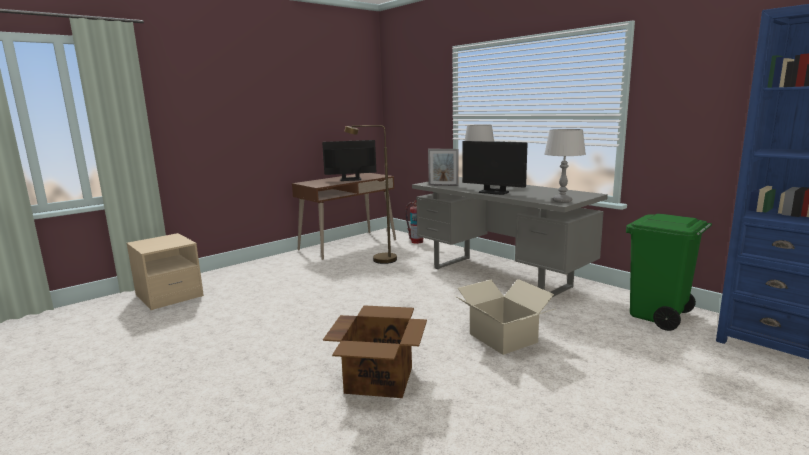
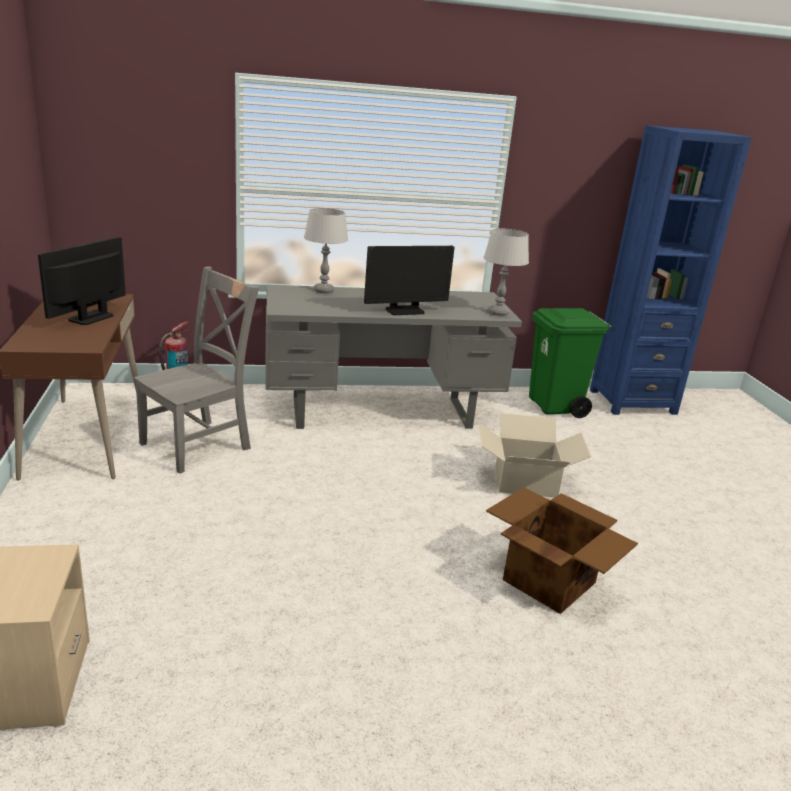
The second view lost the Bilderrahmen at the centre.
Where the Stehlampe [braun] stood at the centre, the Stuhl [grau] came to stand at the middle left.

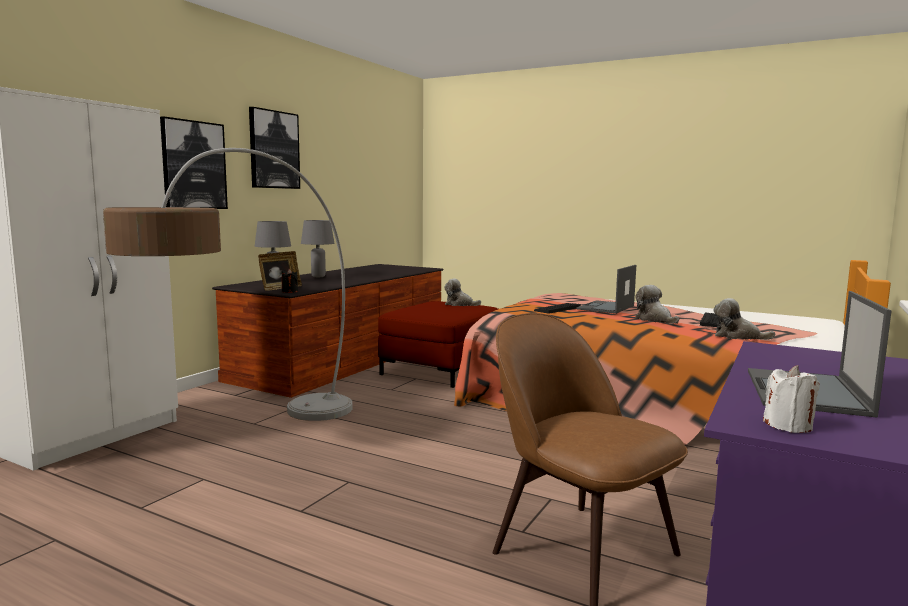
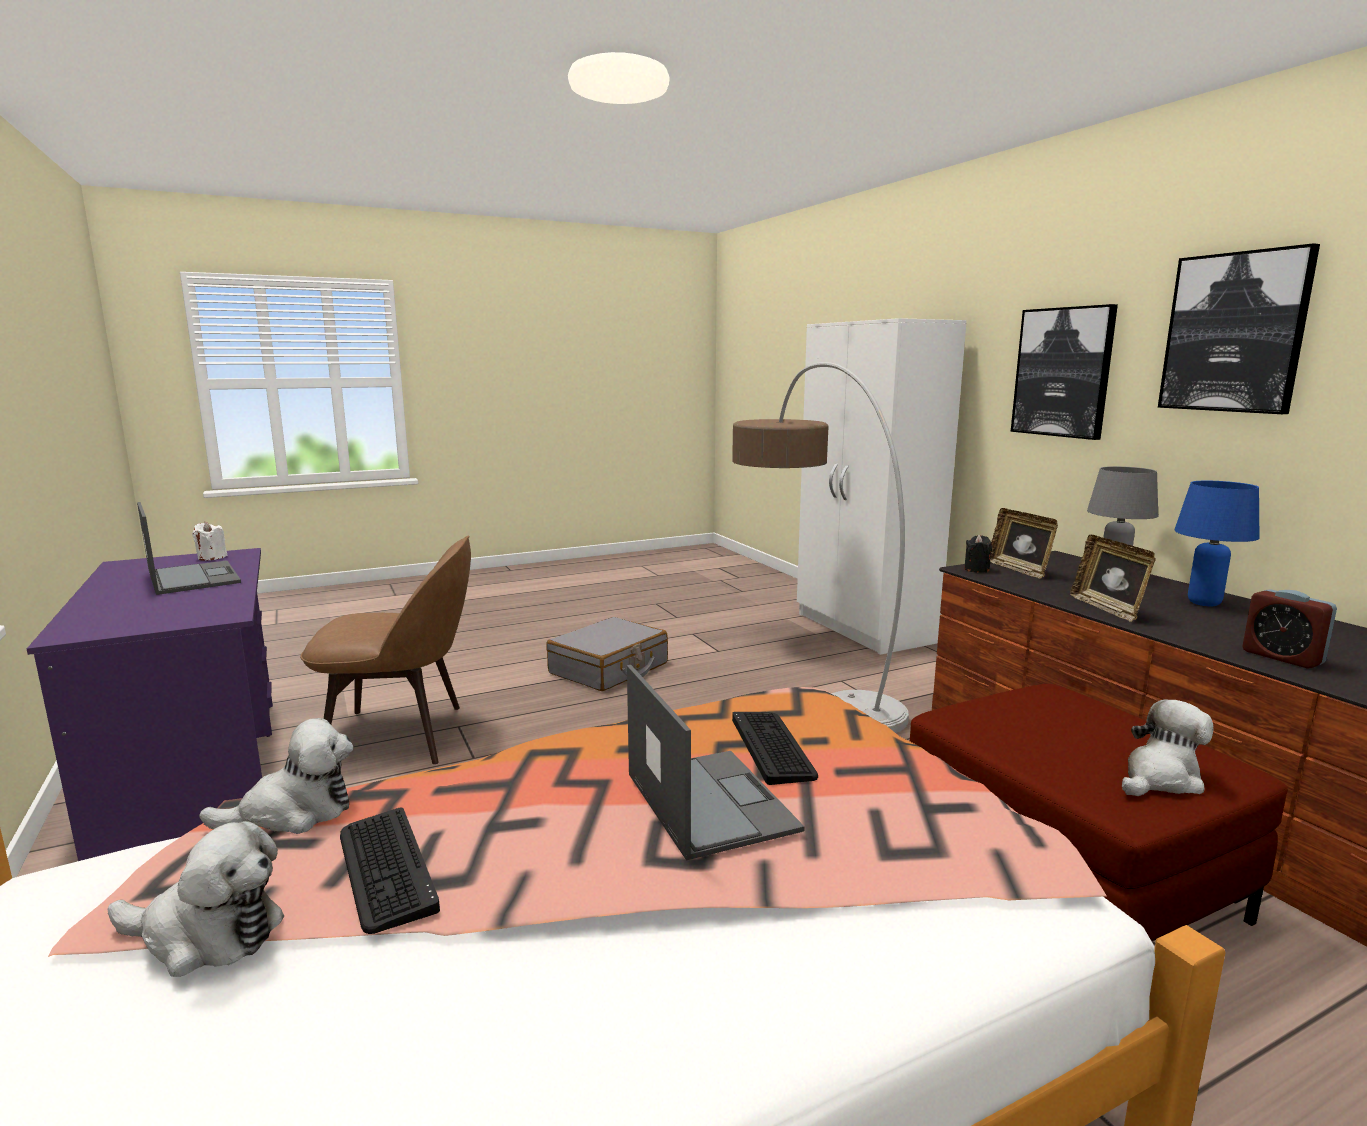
The second view gained the Koffer [grau] at the centre.
The second view gained the Bilderrahmen (2nd from left) at the middle right.
The second view gained the Wecker at the middle right.
The Plüschtier (2nd from left in the first image) ended up elsewhere, having gone from the middle right to the bottom left.
What was the Tischlampe [grau] (2nd from left) at the centre turned into the Tischlampe [blau] at the middle right.

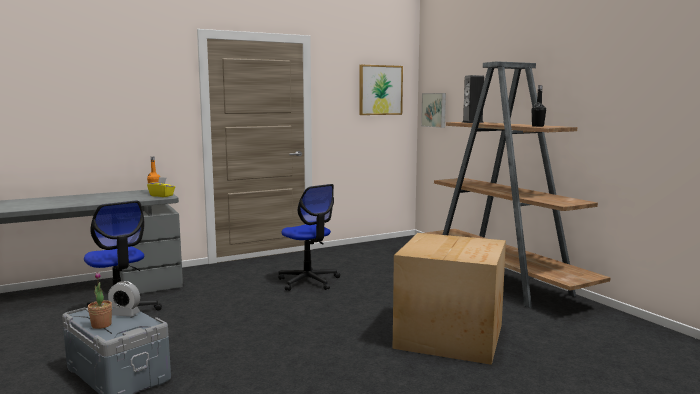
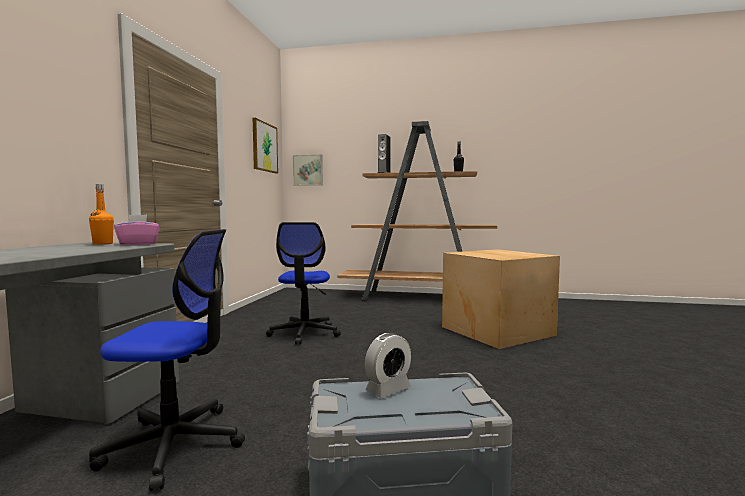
The second view lost the Topfpflanze at the bottom left.
What was the Taschentuchbox [gelb] at the middle left turned into the Taschentuchbox [rosa] at the middle left.
The Bürostuhl (2nd from left) at the centre ended up facing another way, 90 degrees clockwise from before.

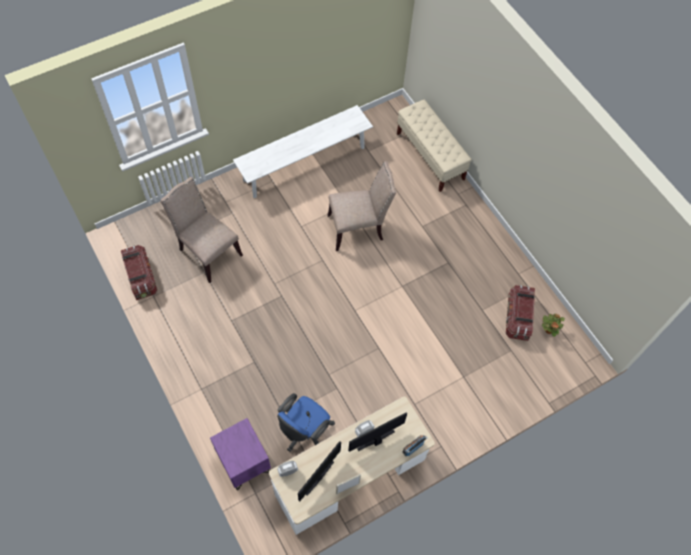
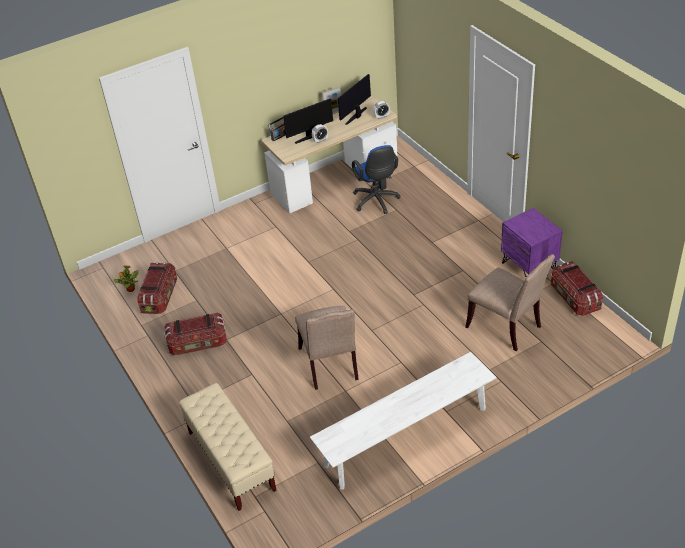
The second view gained the Aufbewahrungsbox (2nd from left) at the middle left.
The Nachttisch [lila] ended up elsewhere, having gone from the bottom centre to the middle right.
The Bürostuhl [blau] at the bottom centre ended up facing another way, 120 degrees clockwise from before.
The Stuhl [beige] (2nd from left in the first image) at the centre ended up facing another way, 90 degrees counterclockwise from before.

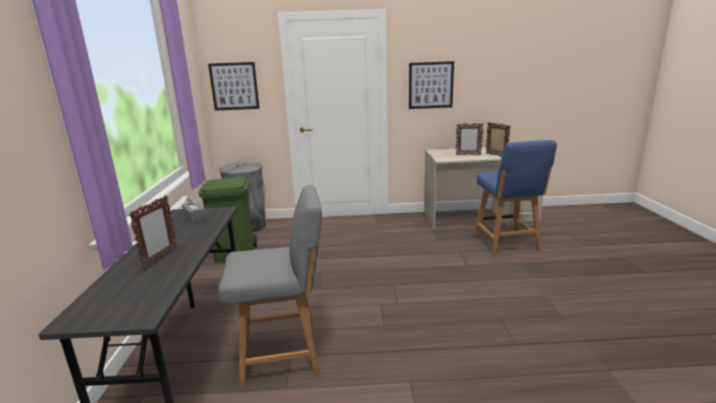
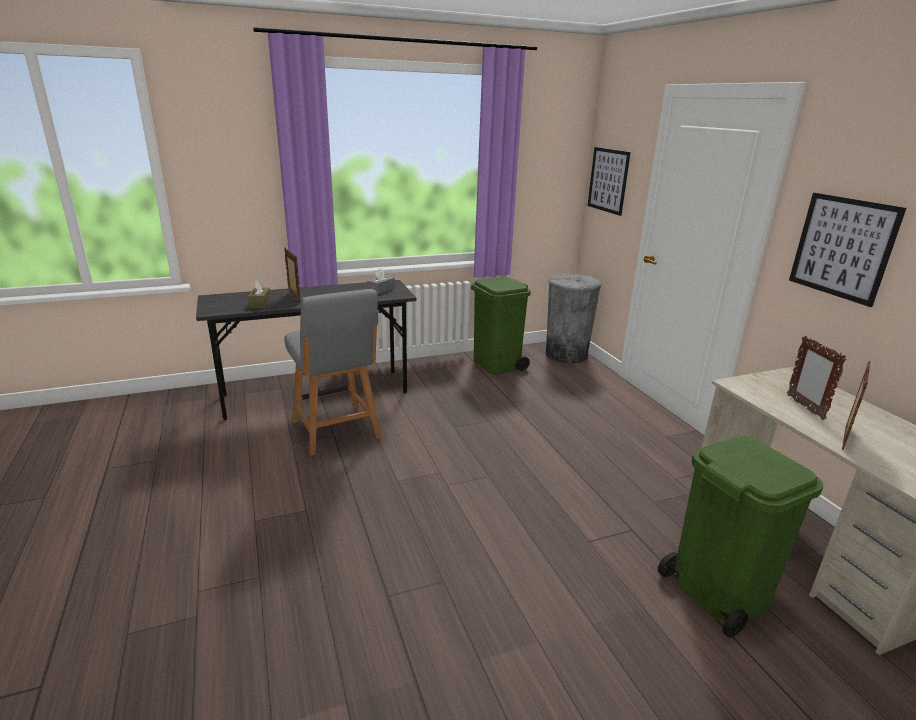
The second view gained the Taschentuchbox [braun] at the middle left.
Where the Stuhl [blau] stood at the middle right, the Mülleimer [grün] (2nd from left) came to stand at the bottom right.
The Bilderrahmen (1st from left) at the middle left ended up facing another way, 120 degrees counterclockwise from before.

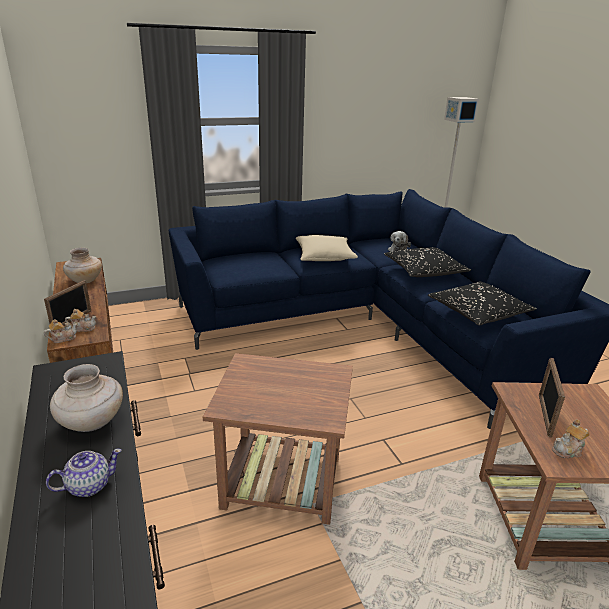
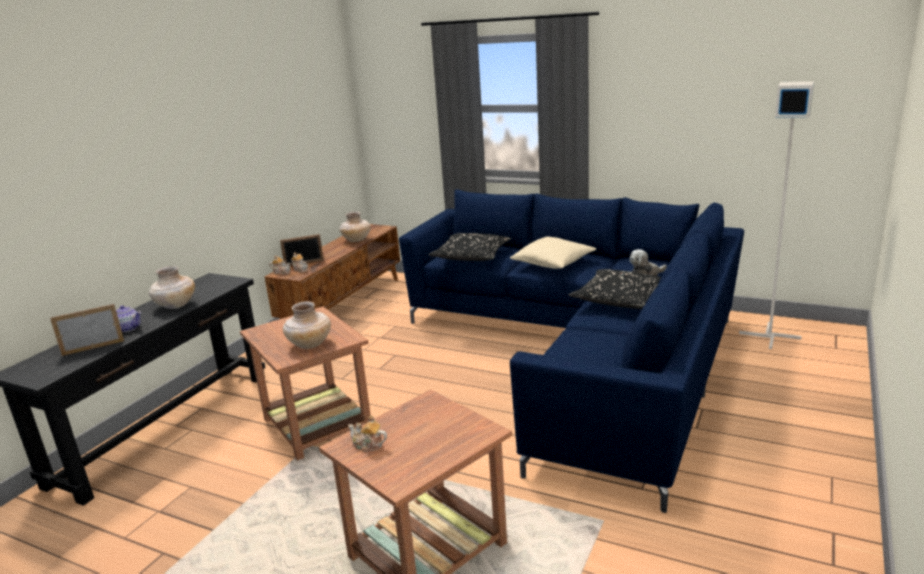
The second view gained the Vase [beige] (2nd from left) at the middle left.
The Kissen [schwarz] (2nd from left in the first image) ended up elsewhere, having gone from the middle right to the centre.
The Bilderrahmen (2nd from left in the first image) ended up elsewhere, having gone from the middle right to the middle left.

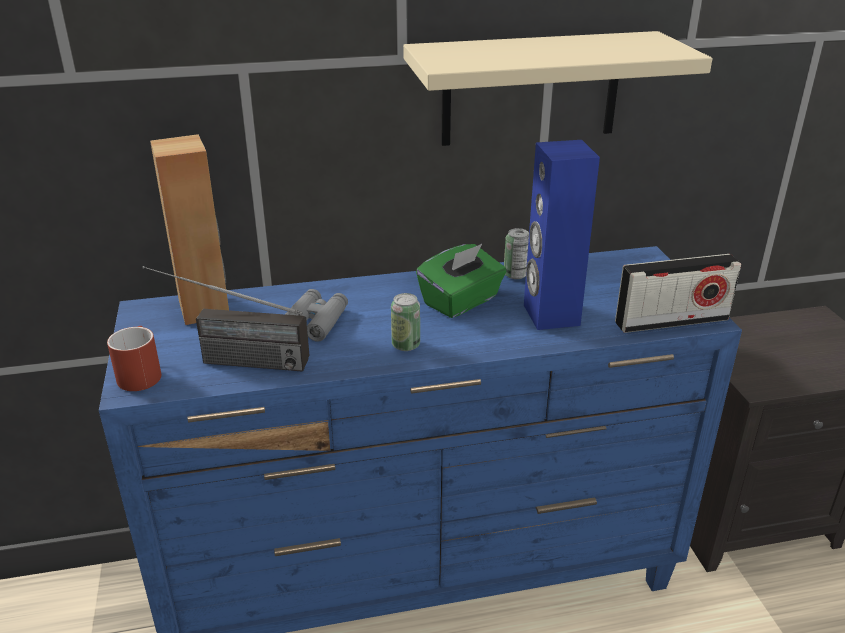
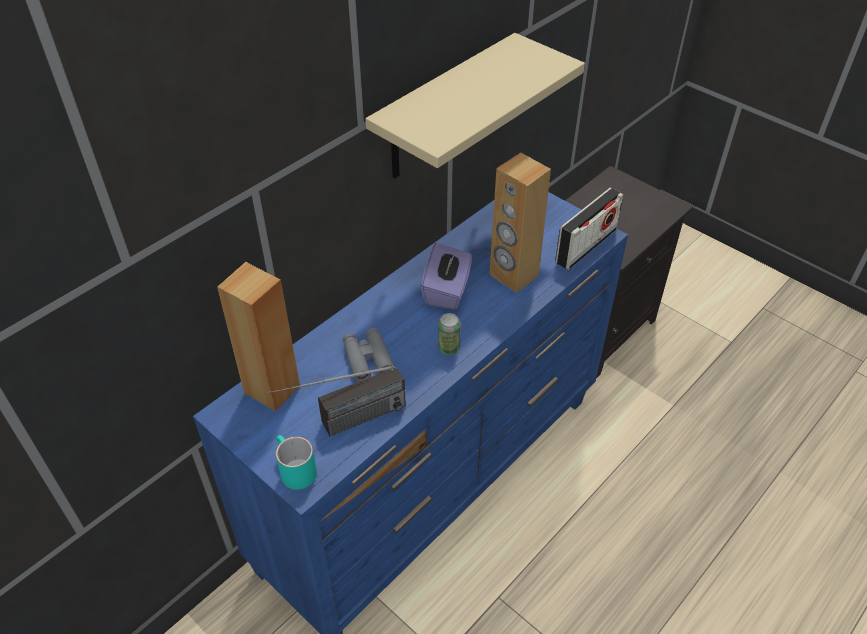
The second view lost the Dose (2nd from left) at the centre.
What was the Henkelbecher [rot] at the middle left turned into the Henkelbecher [türkis] at the bottom centre.
What was the Taschentuchbox [grün] at the centre turned into the Taschentuchbox [lila] at the centre.
What was the Lautsprecher [blau] at the centre turned into the Lautsprecher [braun] (2nd from left) at the centre.

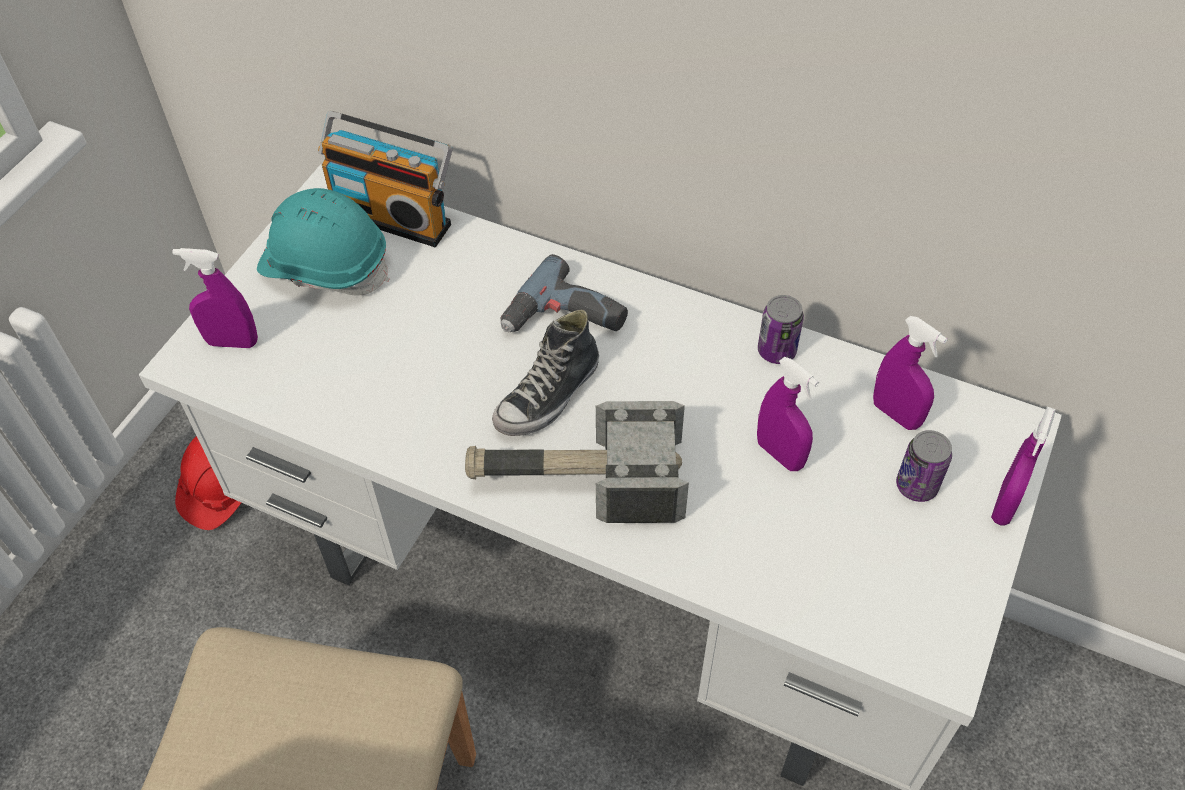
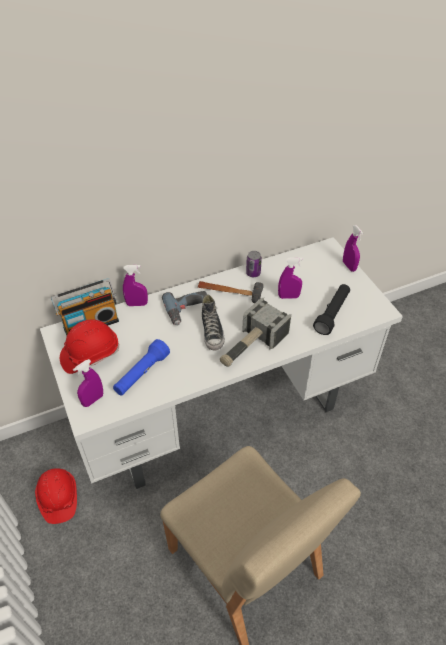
The second view lost the Dose (2nd from left) at the middle right.
The second view gained the Taschenlampe [blau] at the middle left.
The second view gained the Hammer (1st from left) at the centre.
The second view gained the Taschenlampe [schwarz] at the middle right.
The Sprühflasche [lila] (3rd from left in the first image) ended up elsewhere, having gone from the middle right to the middle left.
What was the Schutzhelm [türkis] at the top left turned into the Schutzhelm [rot] (2nd from left) at the middle left.

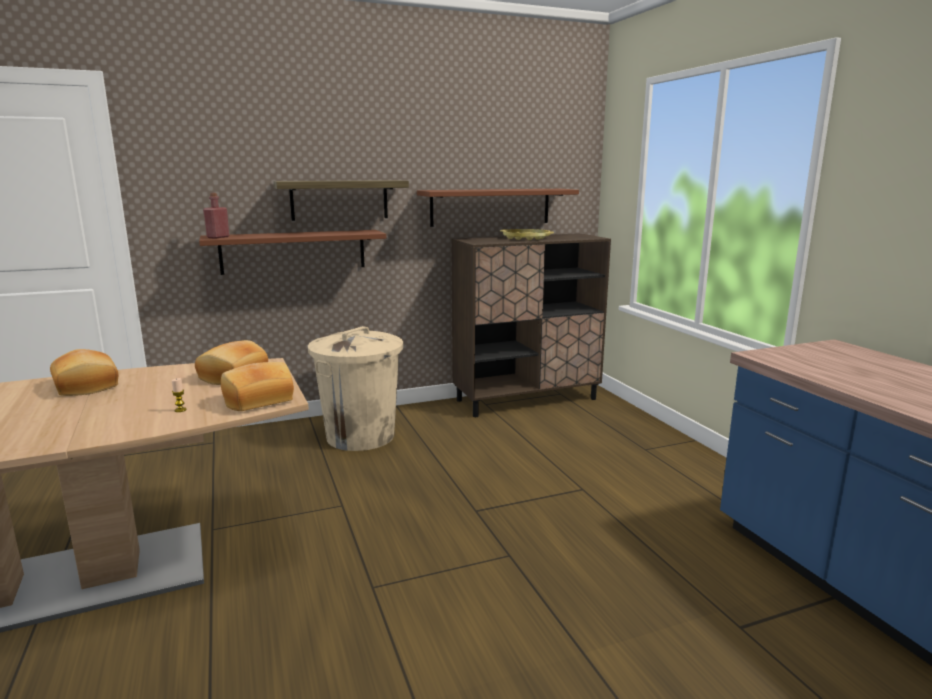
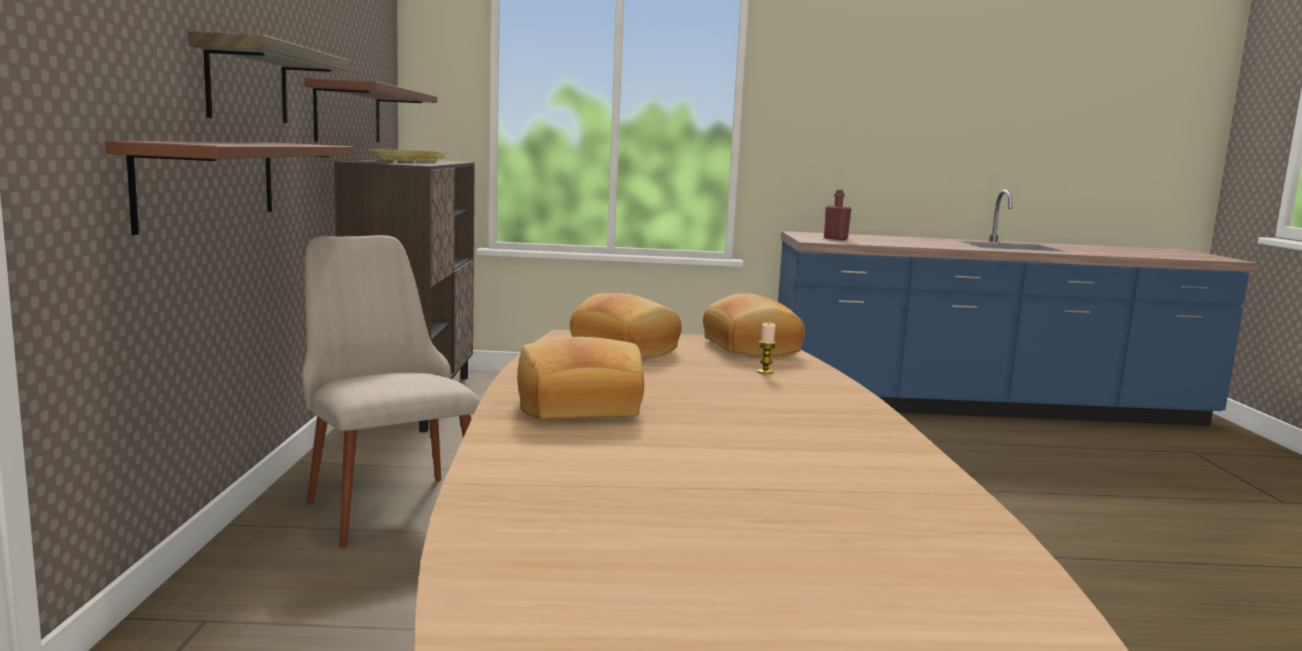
The Flasche [rot] ended up elsewhere, having gone from the top left to the top centre.
Where the Mülleimer [beige] stood at the centre, the Stuhl [beige] came to stand at the middle left.

